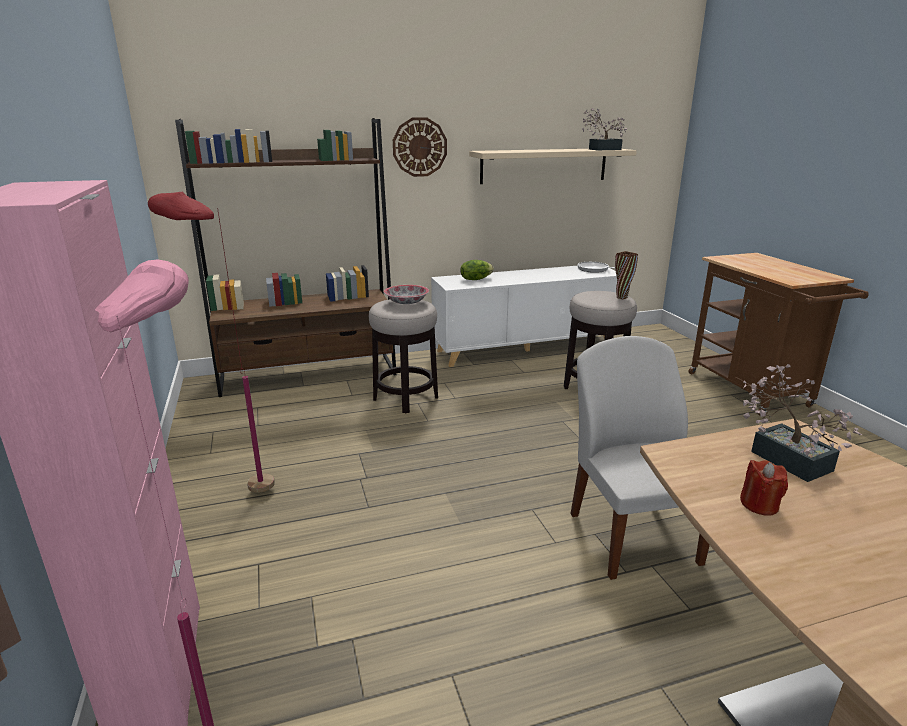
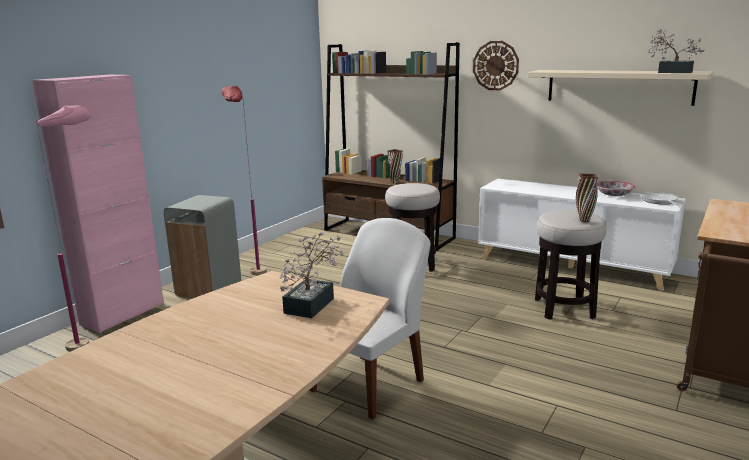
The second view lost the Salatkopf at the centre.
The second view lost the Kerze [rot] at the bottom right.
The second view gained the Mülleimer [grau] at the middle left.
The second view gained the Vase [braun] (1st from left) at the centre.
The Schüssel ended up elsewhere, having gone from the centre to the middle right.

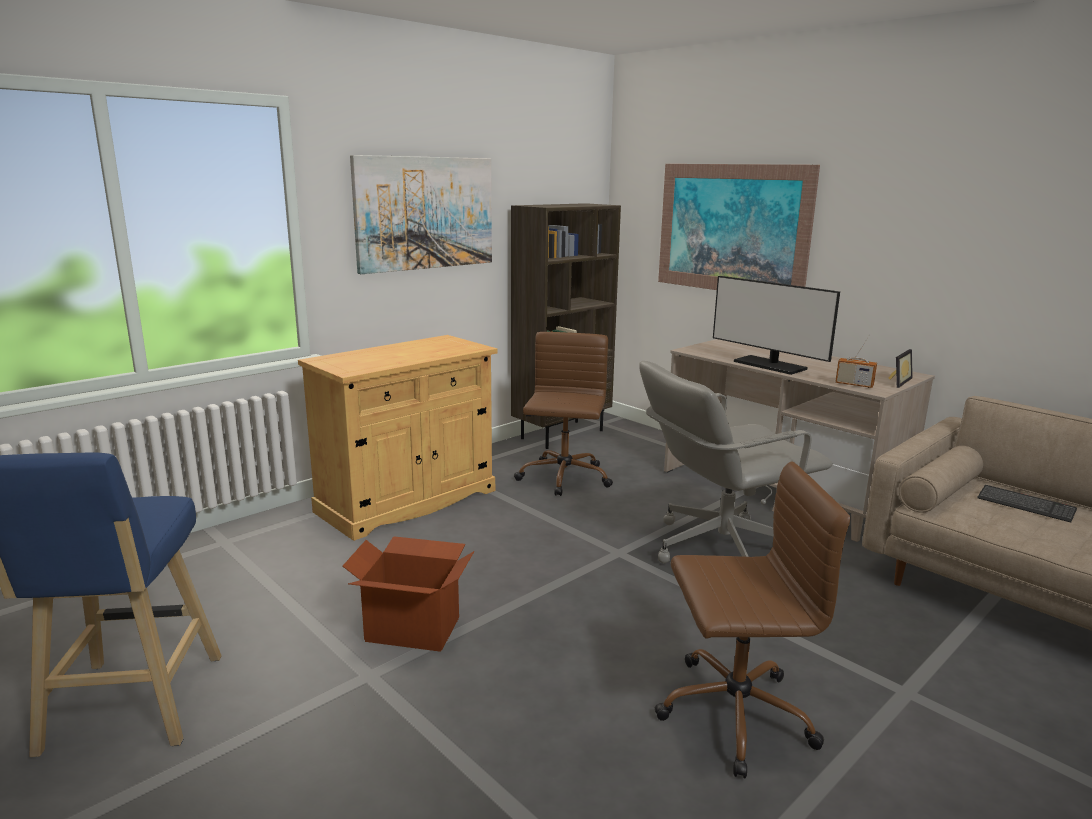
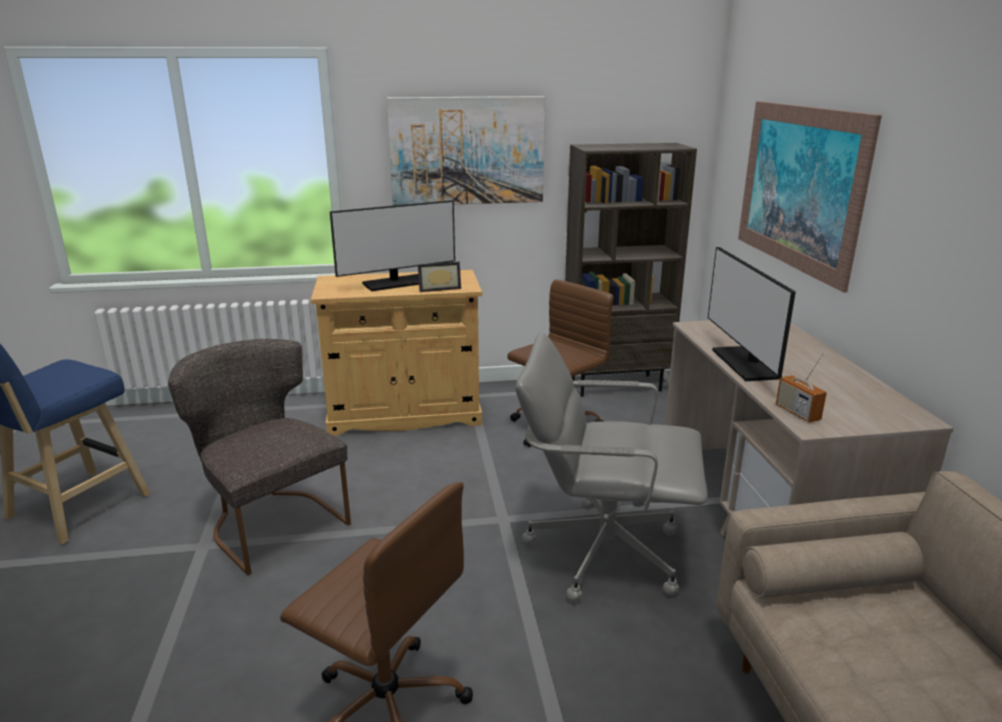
The second view lost the Tastatur at the middle right.
The second view gained the Monitor (1st from left) at the centre.
The Bilderrahmen ended up elsewhere, having gone from the middle right to the centre.
Where the Karton stood at the bottom centre, the Stuhl [grau] came to stand at the middle left.

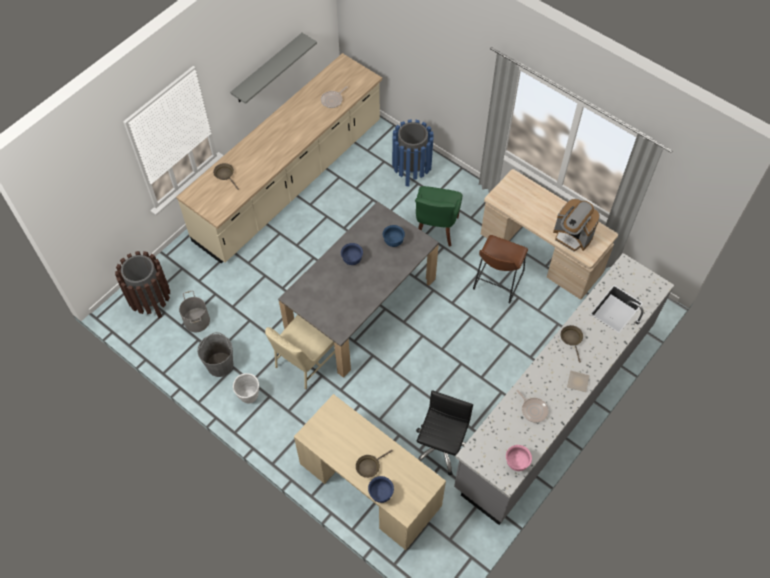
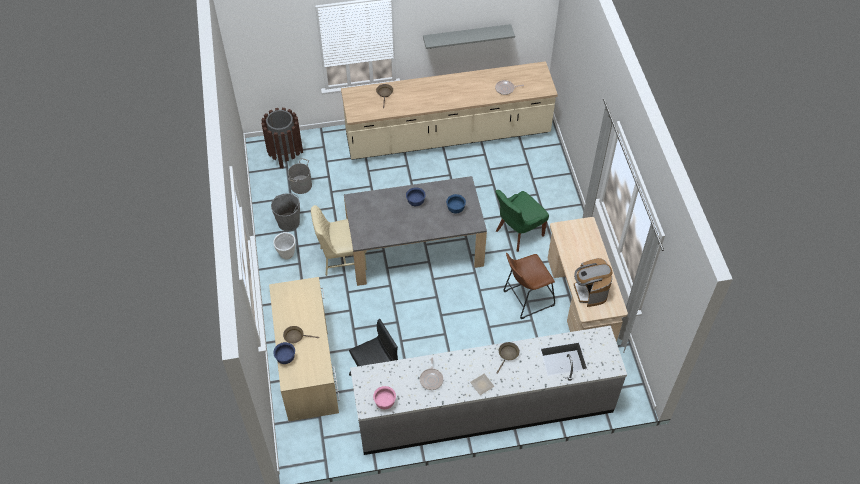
The second view lost the Mülleimer [blau] at the top centre.

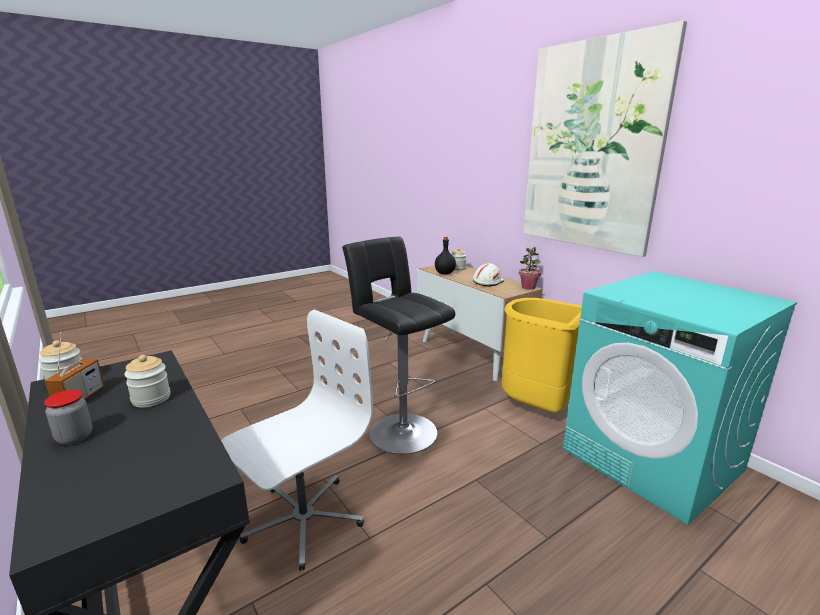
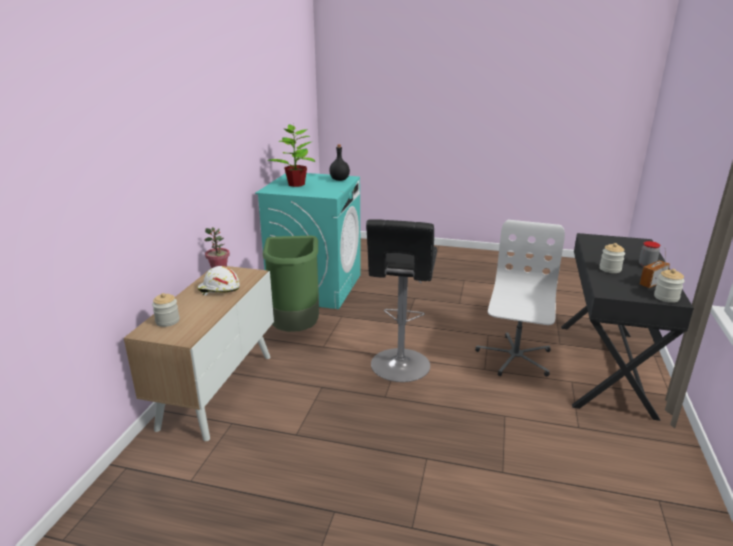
The second view lost the Bild at the top right.
The second view gained the Topfpflanze (2nd from left) at the top centre.
The Flasche [schwarz] ended up elsewhere, having gone from the centre to the top centre.
What was the Mülleimer [gelb] at the centre turned into the Mülleimer [grün] at the centre.
The Bürostuhl [weiß] at the bottom centre ended up facing another way, 105 degrees clockwise from before.

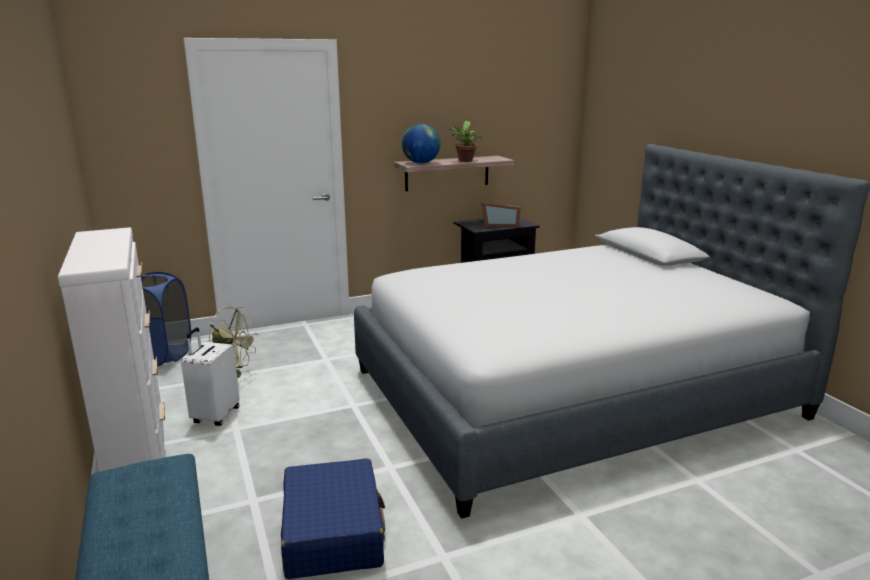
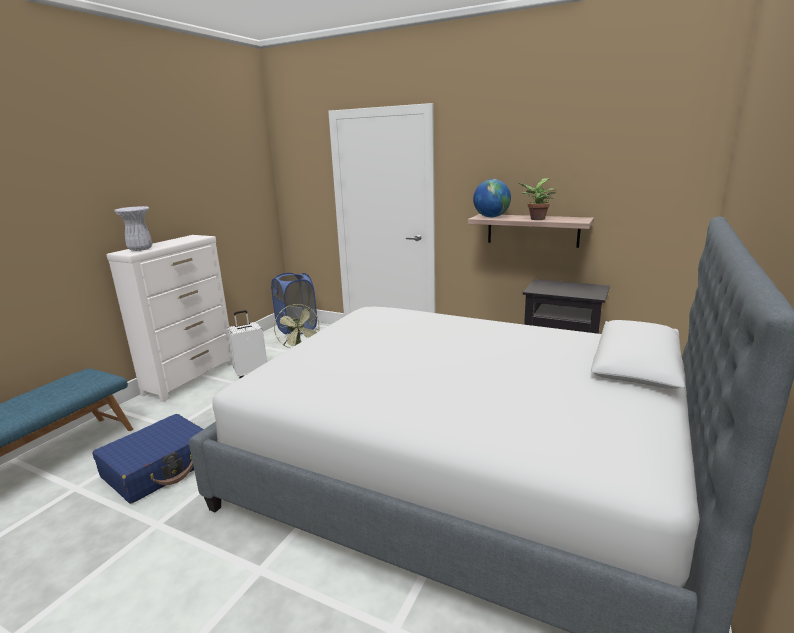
The second view lost the Bilderrahmen at the centre.
The second view gained the Vase [weiß] at the middle left.

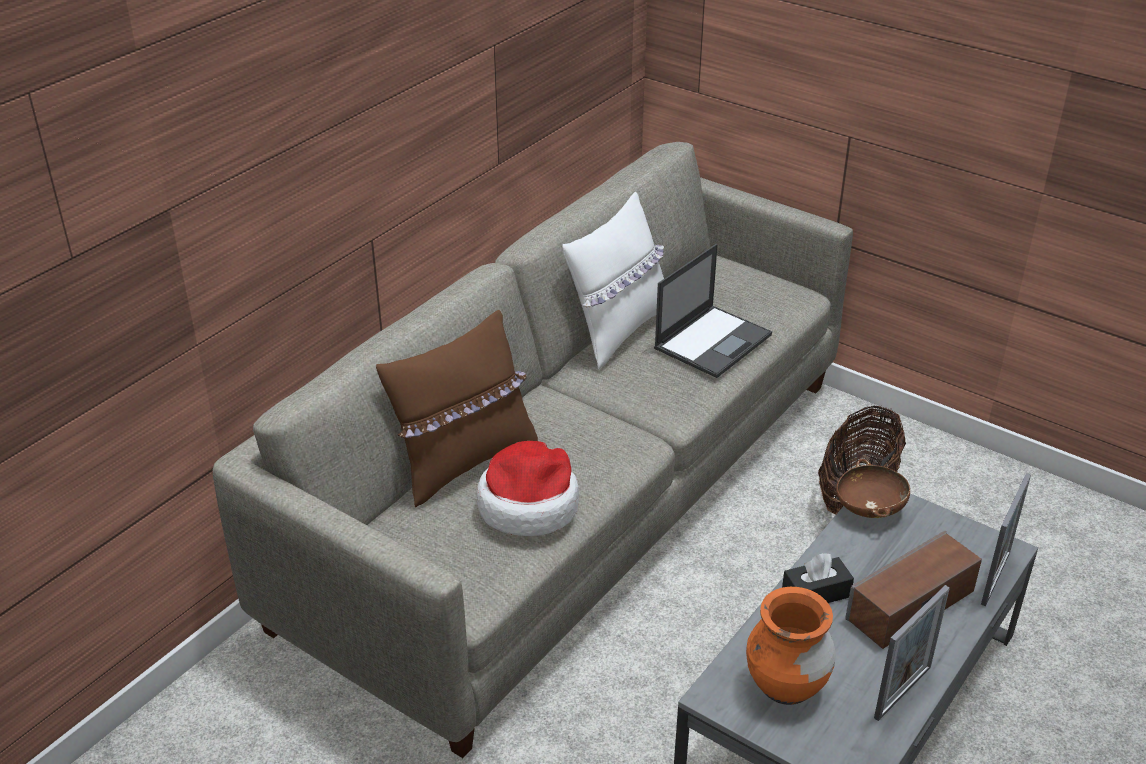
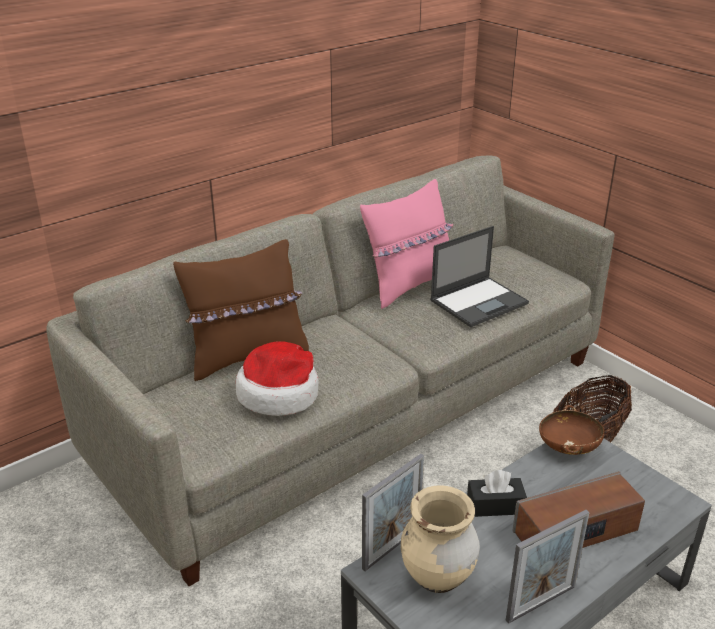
The Bilderrahmen (2nd from left in the first image) ended up elsewhere, having gone from the bottom right to the bottom centre.
What was the Kissen [weiß] at the centre turned into the Kissen [rosa] at the centre.
What was the Vase [orange] at the bottom right turned into the Vase [beige] at the bottom centre.

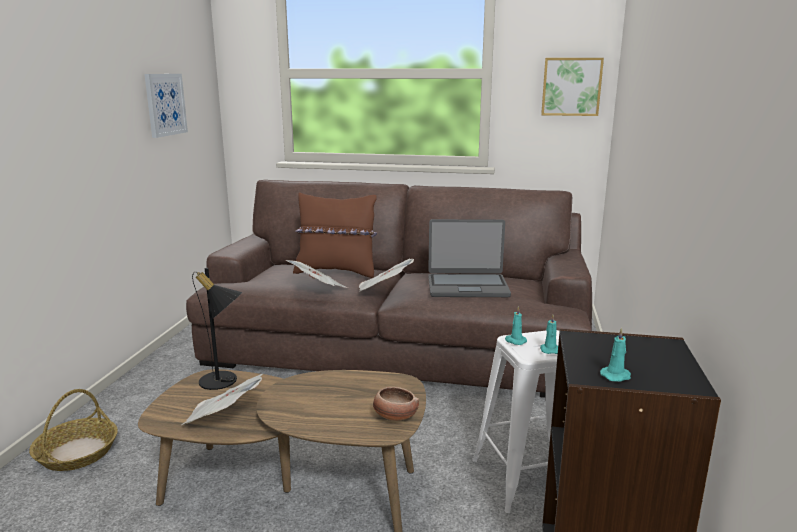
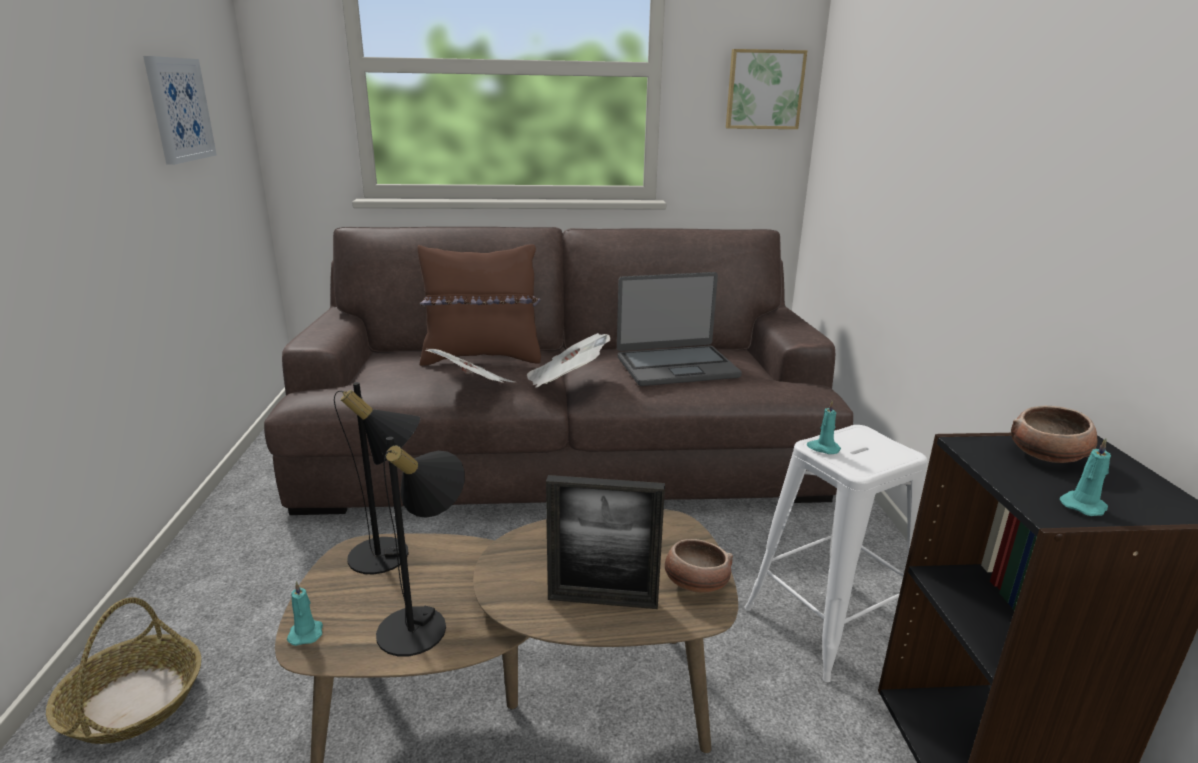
The second view gained the Bilderrahmen at the bottom centre.
The second view gained the Schüssel (2nd from left) at the middle right.
The Kerze [türkis] (2nd from left in the first image) ended up elsewhere, having gone from the middle right to the bottom left.
Where the Zeitung (1st from left) stood at the bottom left, the Tischlampe [schwarz] (2nd from left) came to stand at the bottom centre.

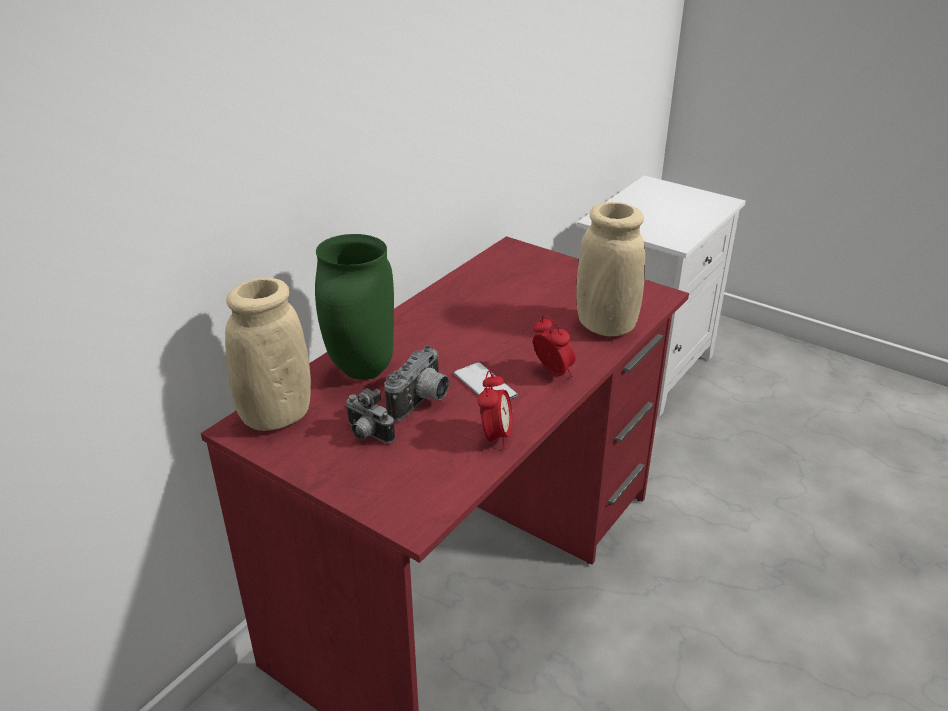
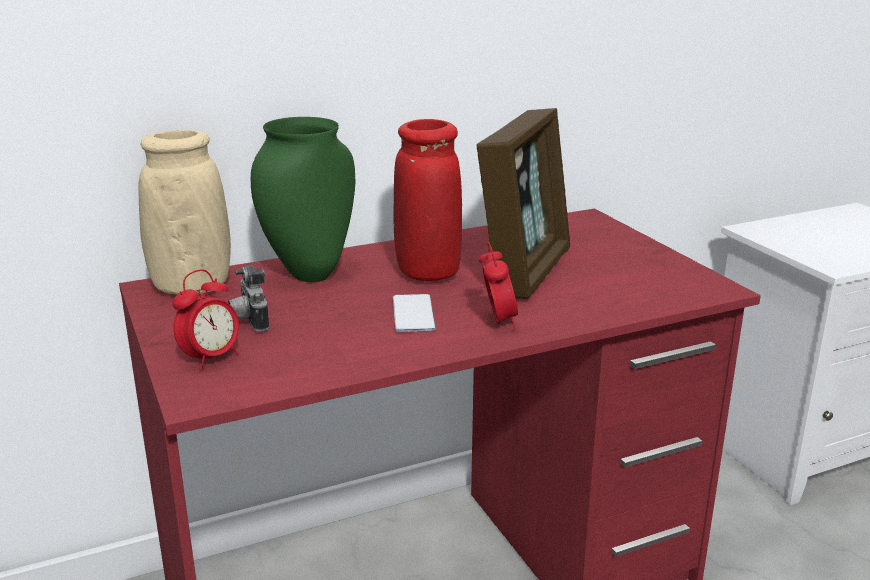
The second view lost the Kamera (2nd from left) at the centre.
The second view lost the Vase [beige] (2nd from left) at the centre.
The second view gained the Vase [rot] at the centre.
The second view gained the Bilderrahmen at the centre.
The Wecker (1st from left) ended up elsewhere, having gone from the centre to the middle left.

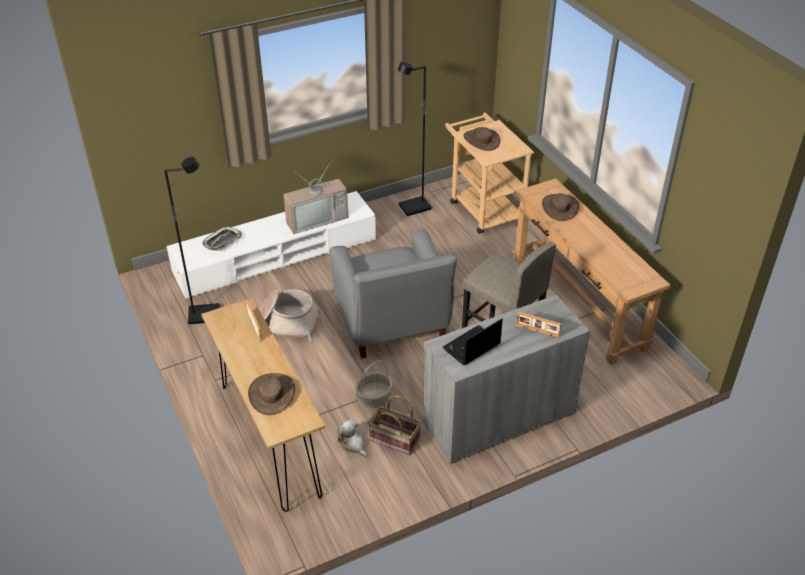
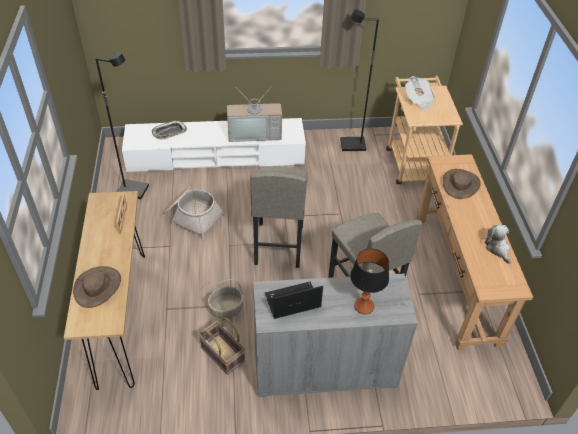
The Plüschtier ended up elsewhere, having gone from the bottom centre to the middle right.
Where the Sessel [grau] stood at the centre, the Hocker [grau] (1st from left) came to stand at the centre.
Where the Hut [braun] (2nd from left) stood at the top centre, the Zeitung came to stand at the top right.
Where the Bilderrahmen (2nd from left) stood at the middle right, the Tischlampe came to stand at the centre.

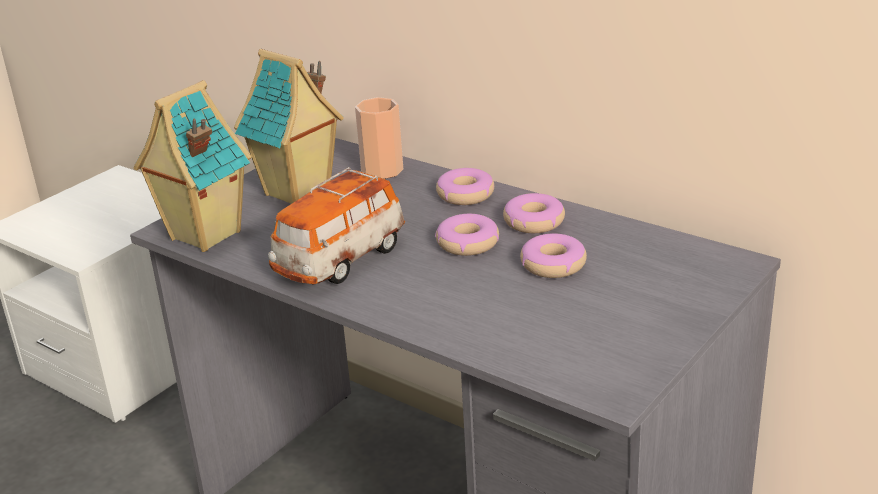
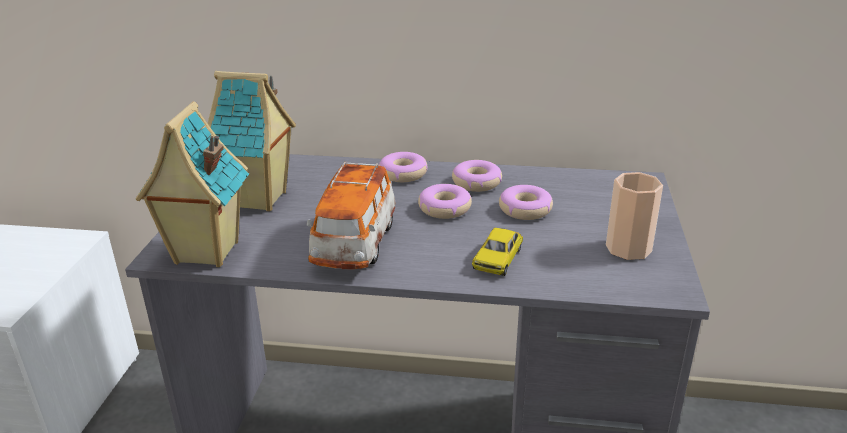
The second view gained the Spielzeugauto (2nd from left) at the centre.
The Tasse ended up elsewhere, having gone from the top centre to the middle right.

